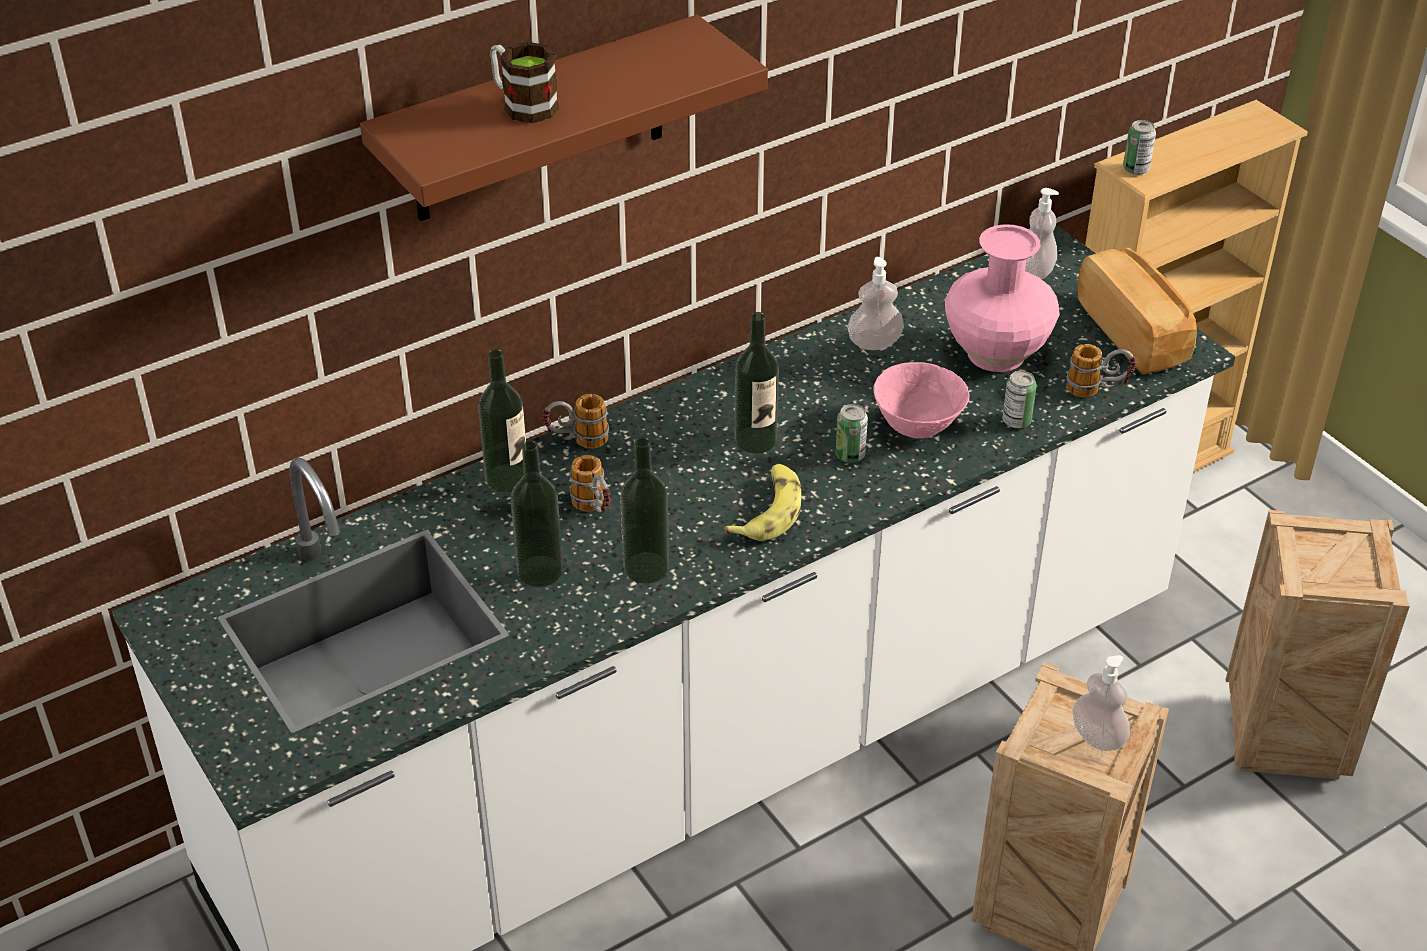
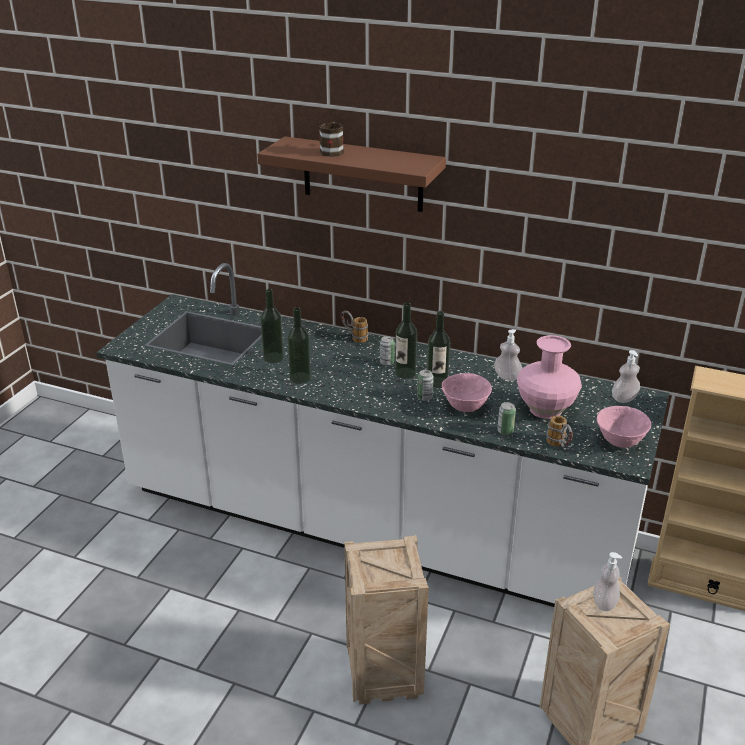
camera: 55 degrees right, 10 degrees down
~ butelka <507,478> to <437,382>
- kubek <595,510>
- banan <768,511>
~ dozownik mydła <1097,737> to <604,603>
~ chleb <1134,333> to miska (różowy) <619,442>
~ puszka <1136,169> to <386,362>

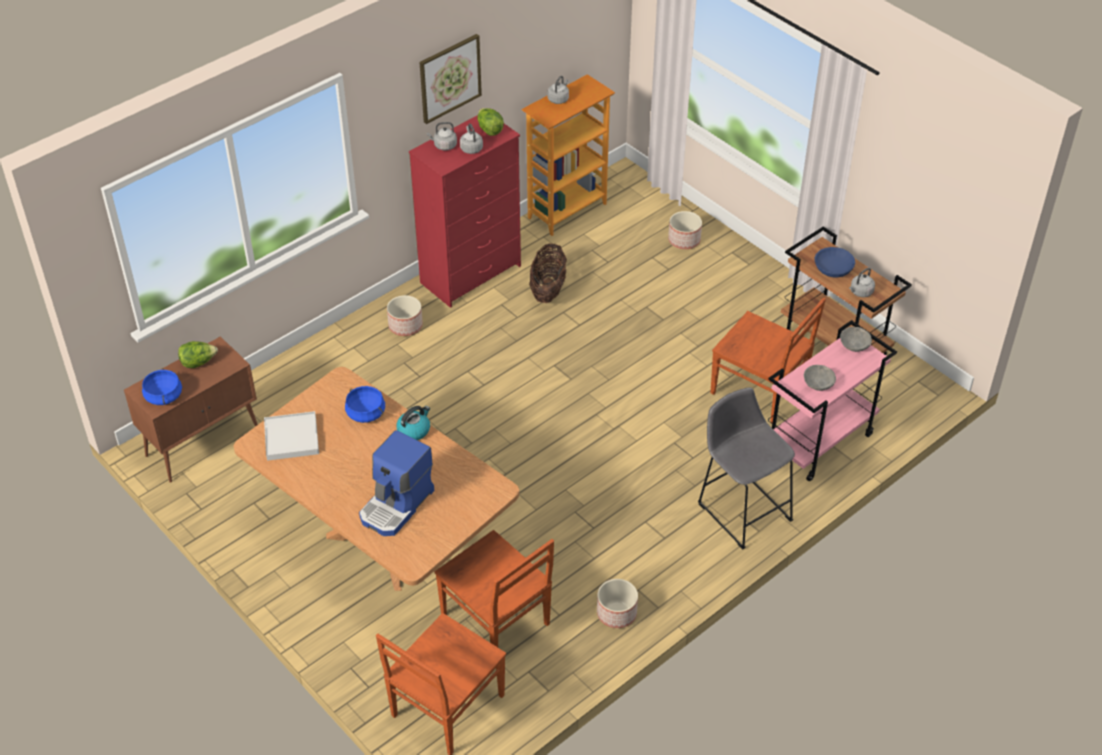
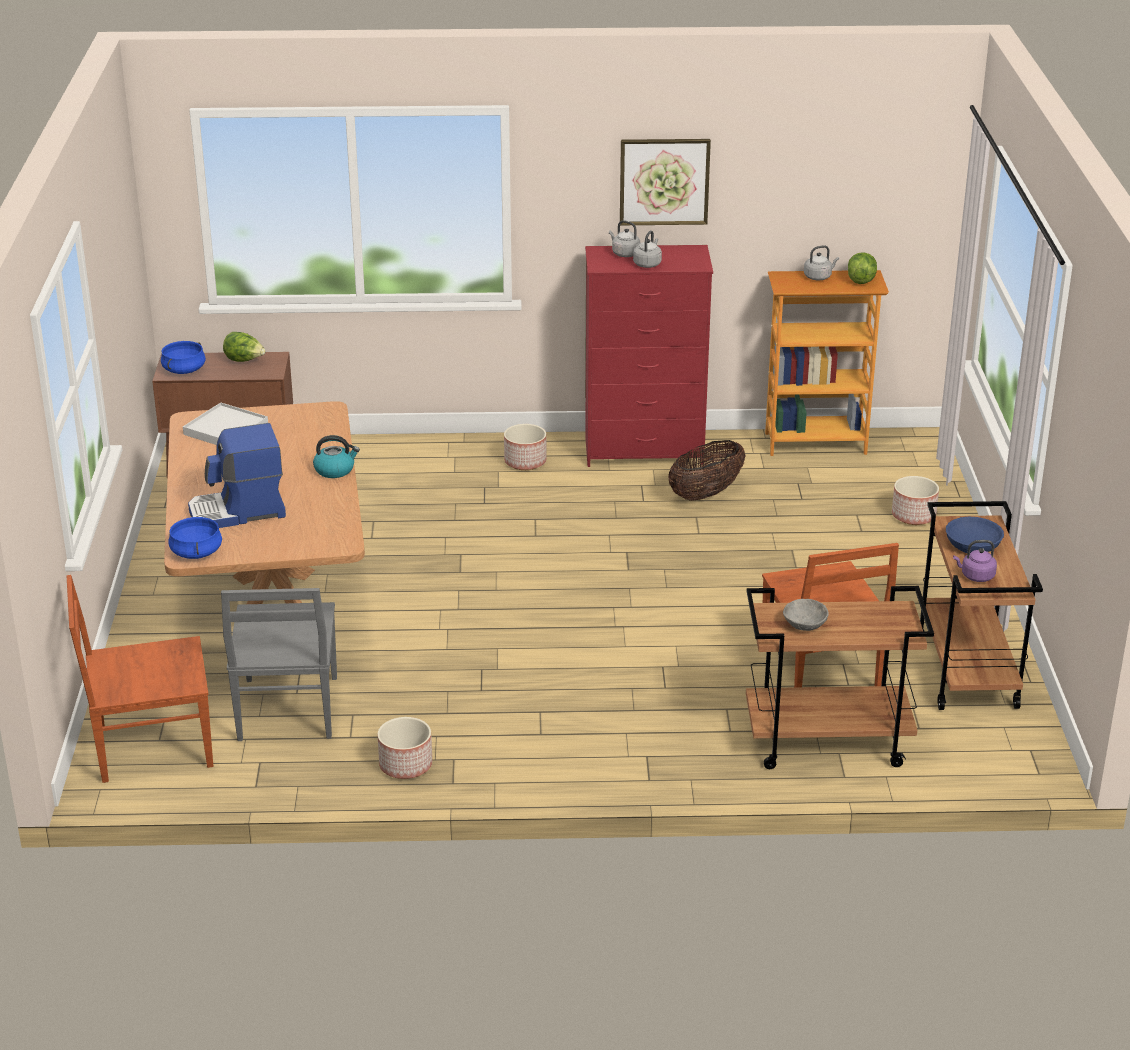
camera: 40 degrees right, 15 degrees down
~ garnek (niebieski) <366,413> to <197,552>
~ krzesło (brązowy) <497,621> to krzesło (szary) <287,710>
~ sałata <489,130> to <861,279>
- stołek (szary) <742,508>
~ wózek (różowy) <818,443> to wózek (brązowy) <826,743>
- miska (szary) <854,345>
~ czajnik (szary) <860,292> to czajnik (fioletowy) <975,576>

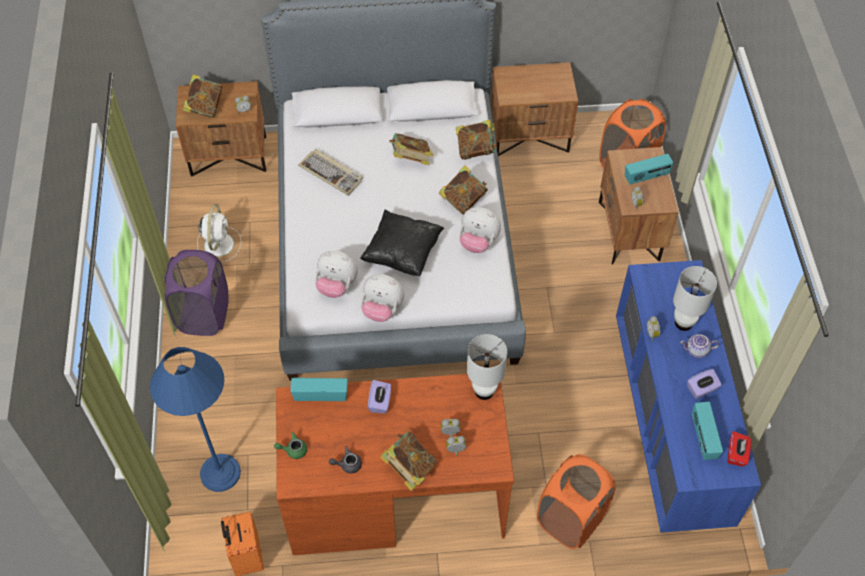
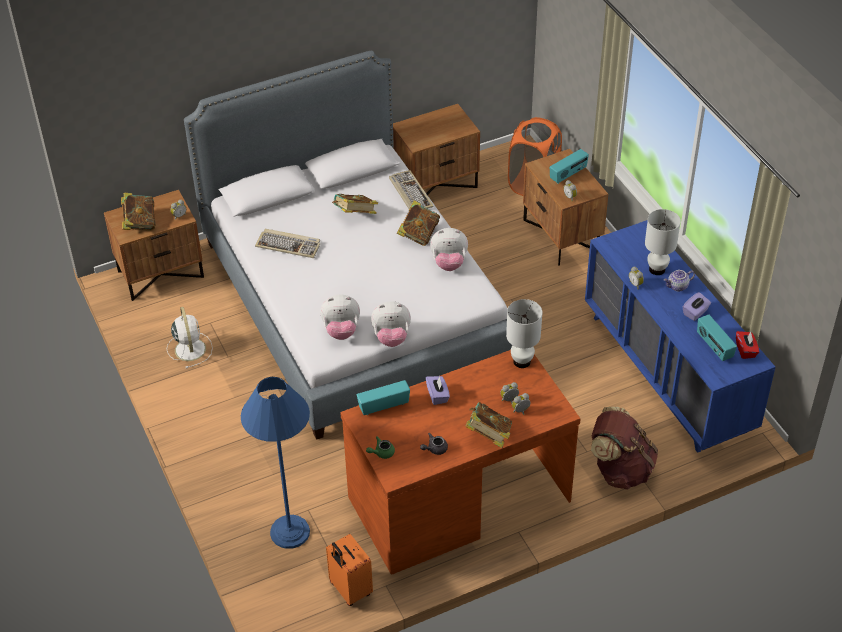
camera: 20 degrees left, 10 degrees down
- kosz na pranie (fioletowy) <203,315>
- poduszka (czarny) <402,253>
~ książka <476,150> to klawiatura <410,193>
~ kosz na pranie (pomarańczowy) <571,519> to plecak (brązowy) <620,469>

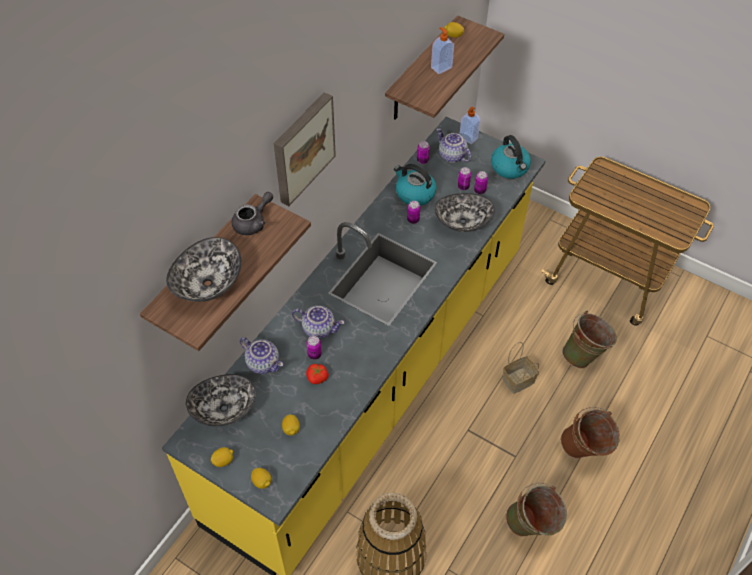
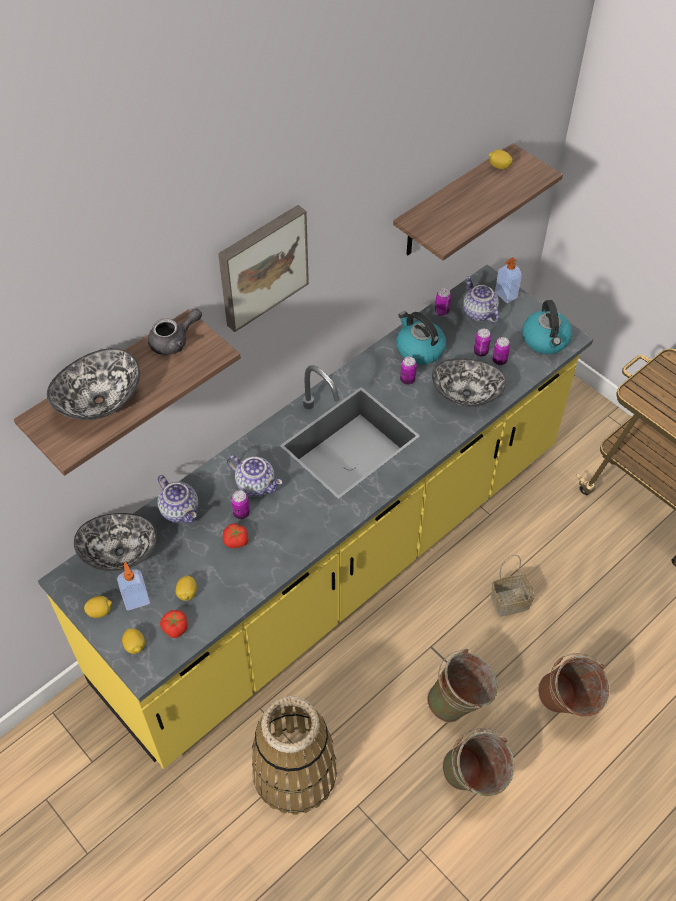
camera: 15 degrees right, 0 degrees up
~ dozownik mydła <441,67> to <136,599>
~ wiadro (zielony) <584,356> to <459,705>
+ pomidor <175,628>

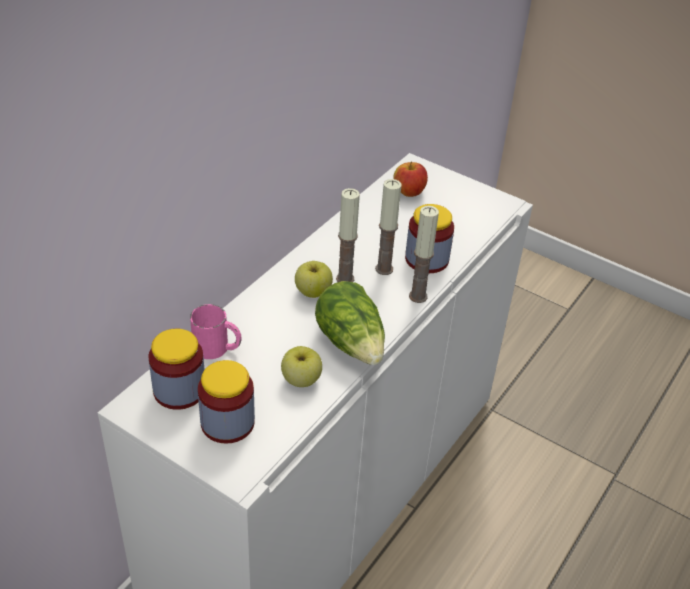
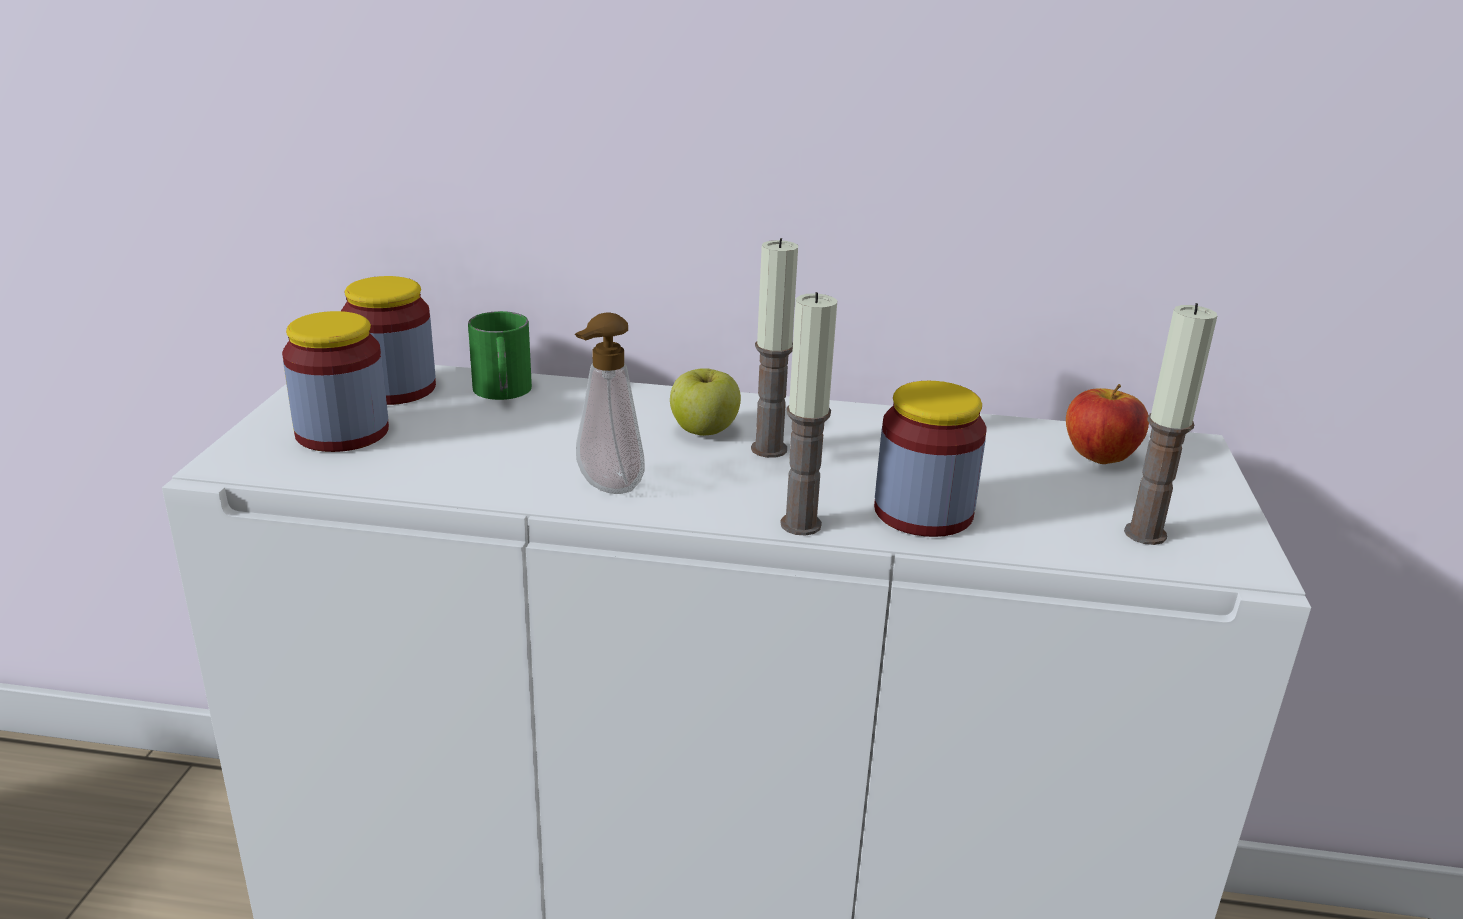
camera: 65 degrees right, 15 degrees down
~ kubek (różowy) <217,348> to kubek (zielony) <503,393>
- jabłko <301,380>
~ sałata <352,343> to dozownik mydła <606,488>
~ świeca <384,269> to <1145,534>

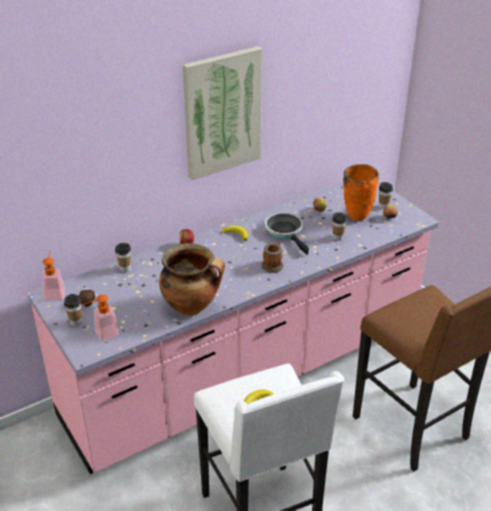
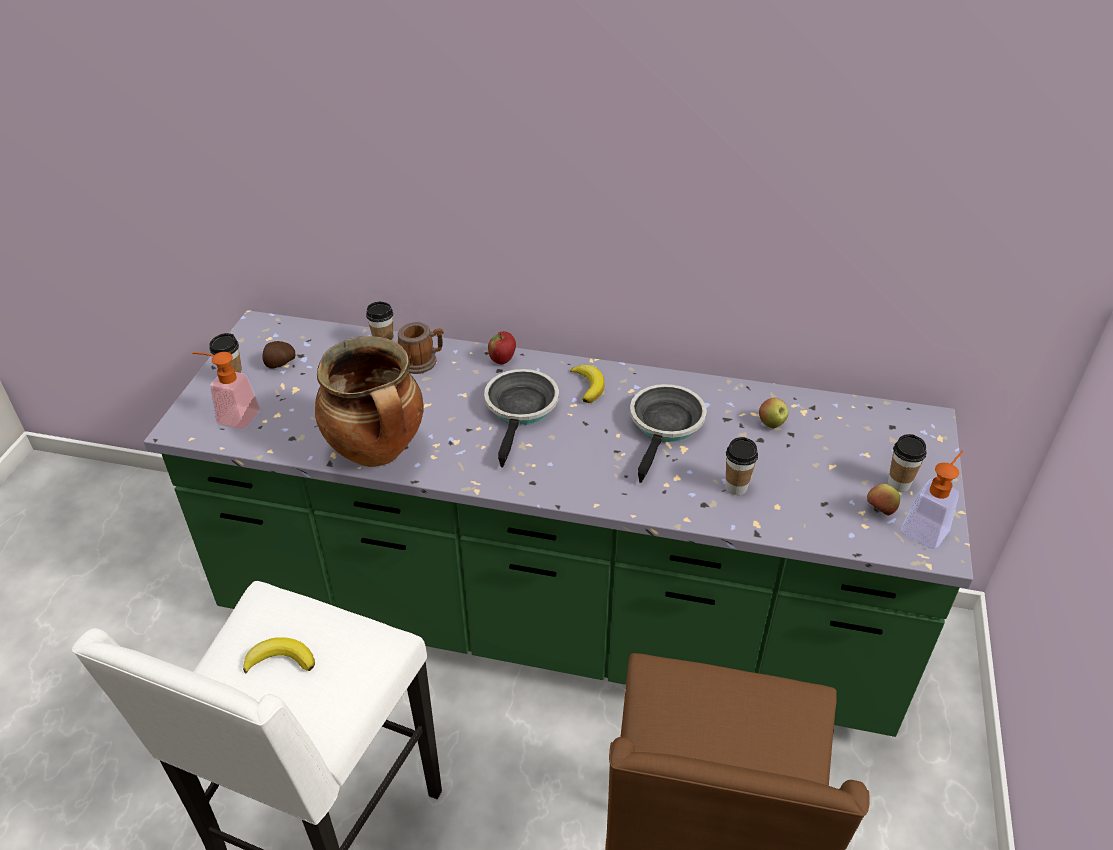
camera: 45 degrees right, 5 degrees up
~ zabudowa kuchenna (różowy) <245,373> to zabudowa kuchenna (zielony) <556,619>
~ dozownik mydła <55,292> to <928,527>
- obraz <222,113>
~ kubek <273,264> to <422,361>
- wazon (pomarańczowy) <356,218>
+ patelnia <521,410>

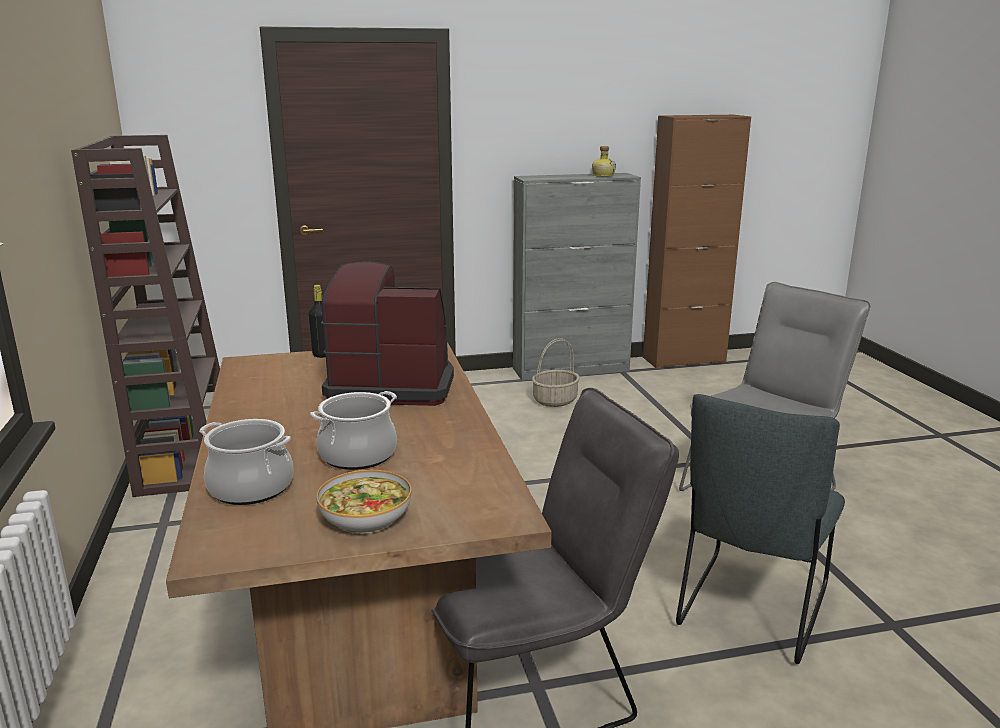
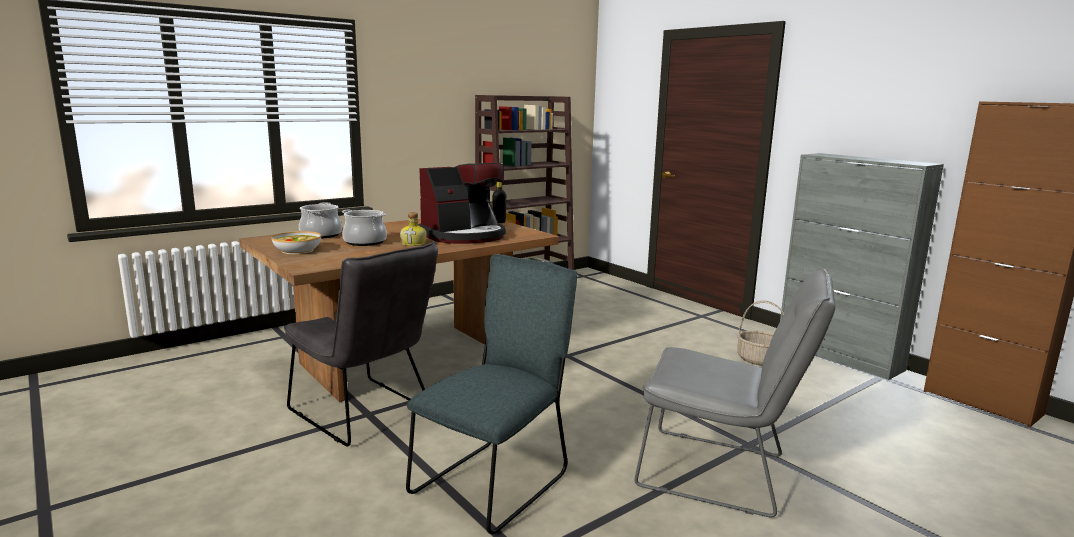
camera: 65 degrees right, 5 degrees down
~ ekspres do kawy <391,386> = <464,236> 75 degrees clockwise
~ butelka <603,175> to <414,244>
~ krzesło (szary) <750,611> = <495,481> 120 degrees clockwise

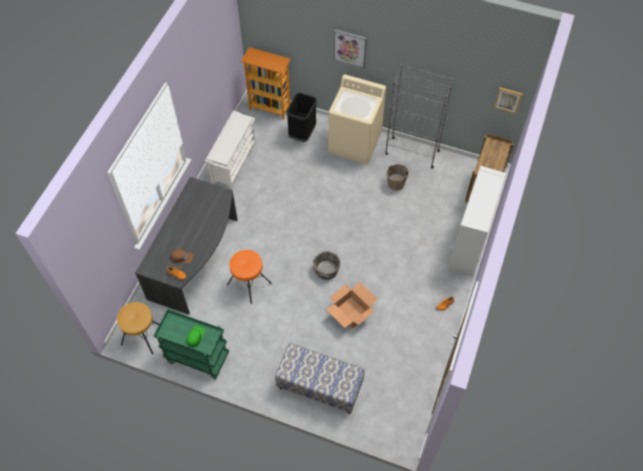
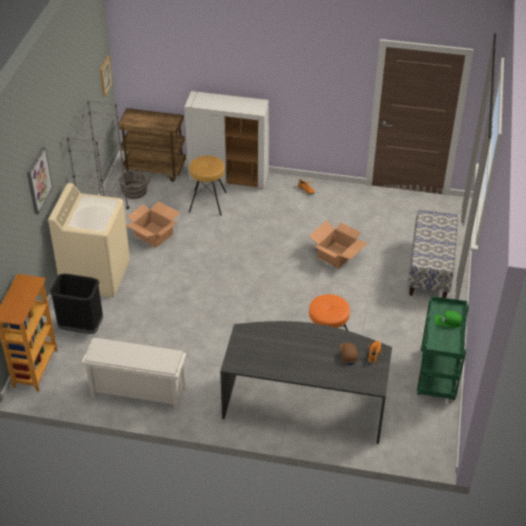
camera: 100 degrees left, 15 degrees down
~ stołek (brązowy) <143,336> to <208,202>
~ wiadro (szary) <326,271> to <136,191>
~ wiadro (brązowy) <397,183> to karton <154,234>

